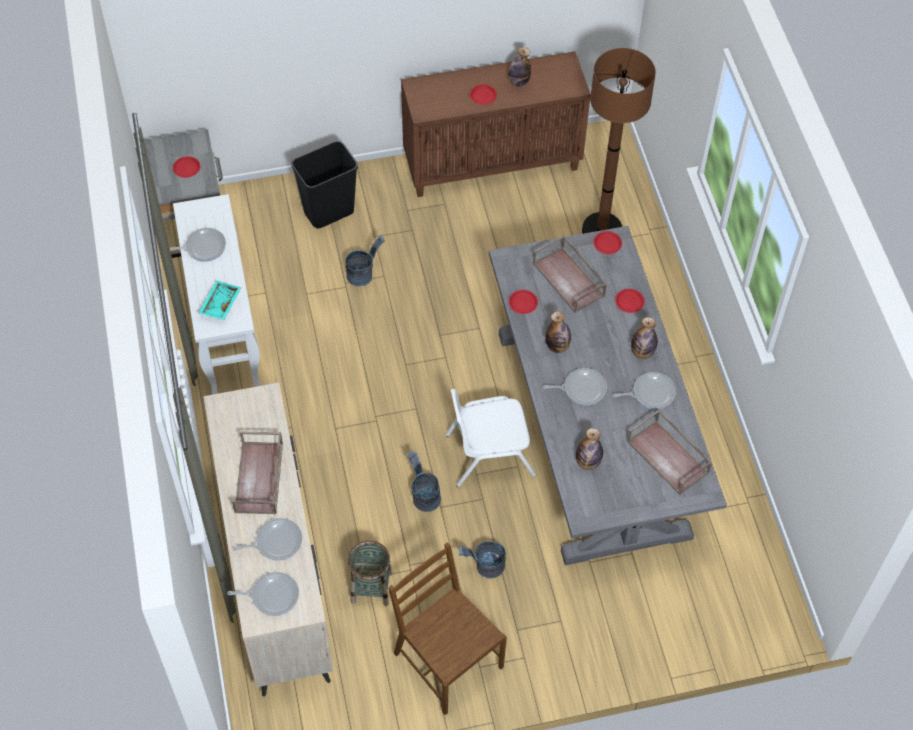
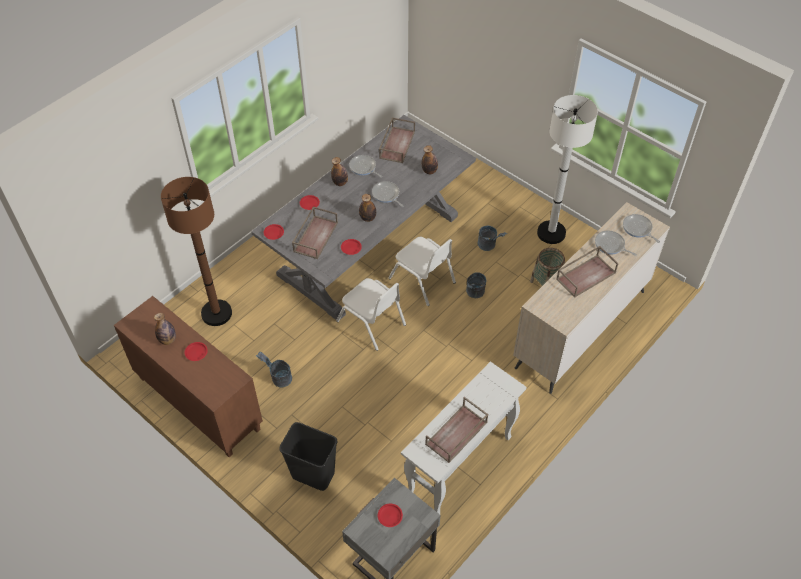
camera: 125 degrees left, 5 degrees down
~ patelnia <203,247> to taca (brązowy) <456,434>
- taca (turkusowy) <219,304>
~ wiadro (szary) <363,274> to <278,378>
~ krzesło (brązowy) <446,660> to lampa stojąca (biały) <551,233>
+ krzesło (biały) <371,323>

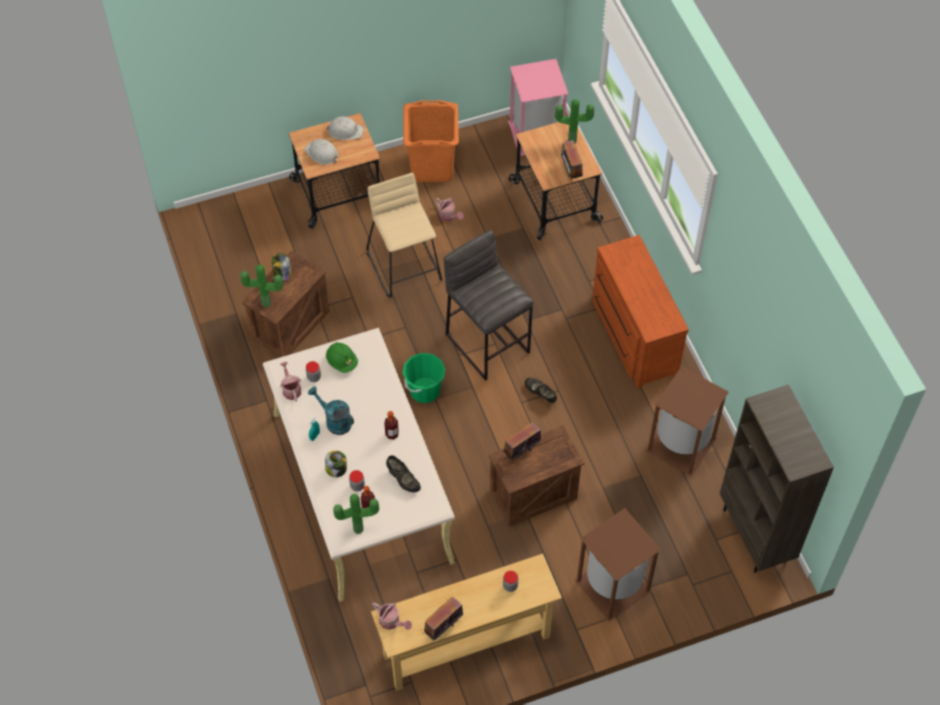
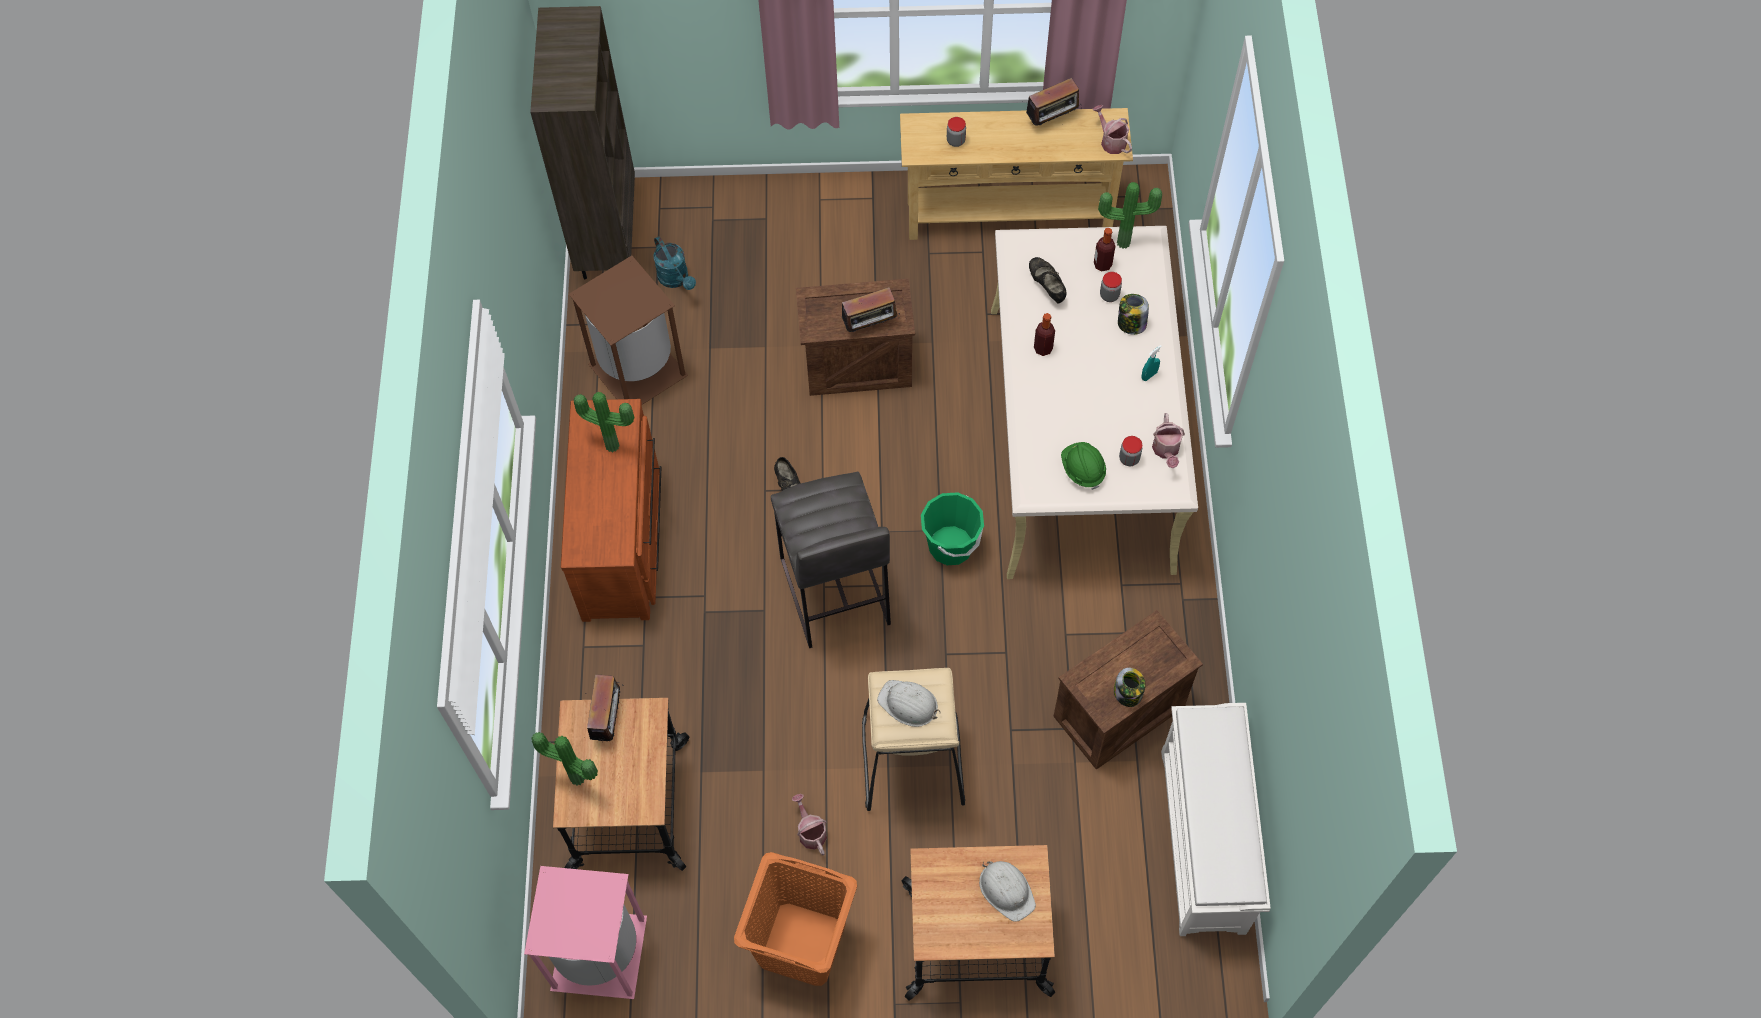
camera: 160 degrees left, 5 degrees up
~ roślina doniczkowa <266,305> to <613,443>
~ konewka (turkusowy) <334,421> to <676,279>
~ kask (biały) <345,131> to <908,704>
- kosz na śmieci (brązowy) <611,585>
+ regał na buty (biały) <1204,842>

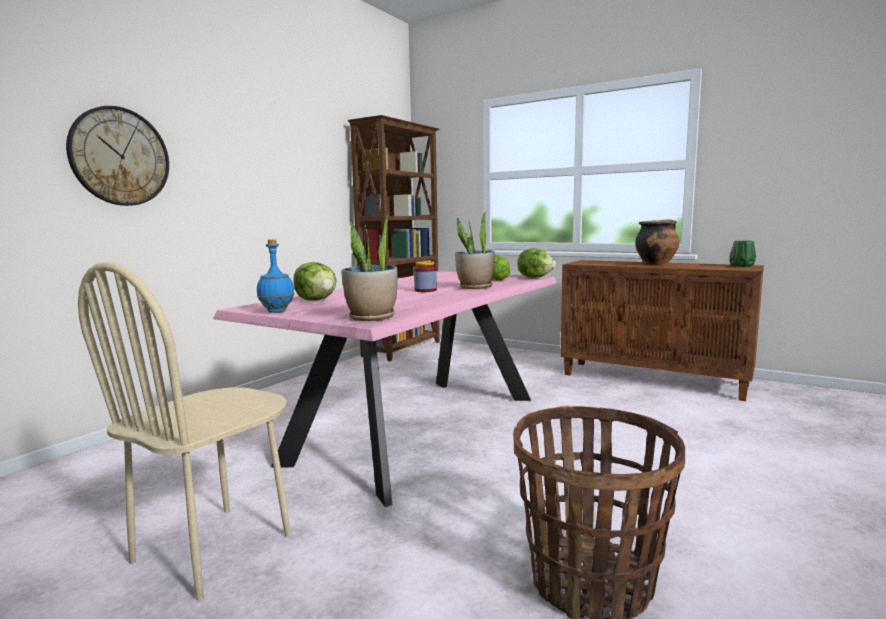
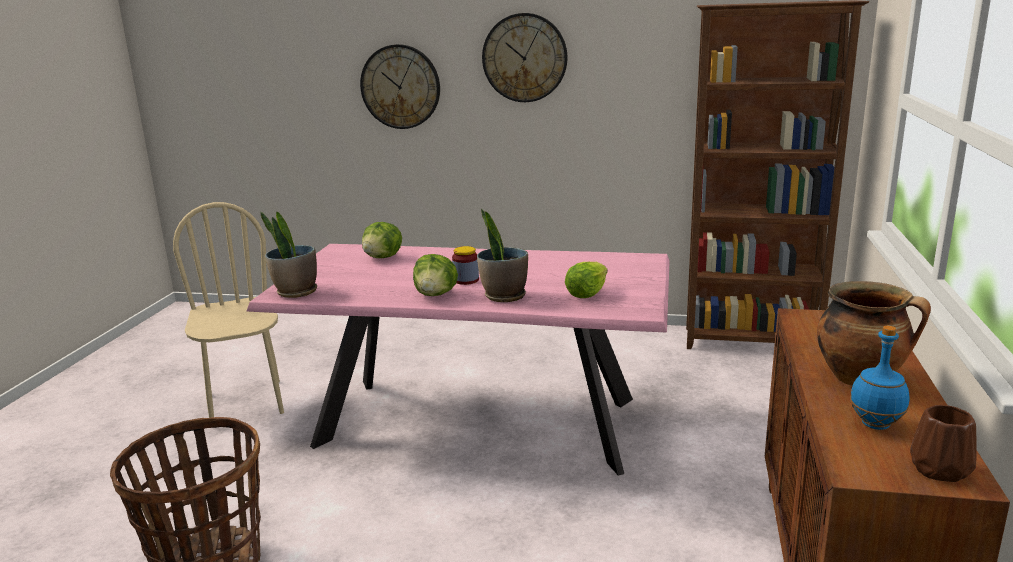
camera: 70 degrees right, 10 degrees up
~ krzesło (beżowy) <213,548> = <245,403> 60 degrees clockwise
~ butelka (niebieski) <277,311> to <876,424>
~ sałata <535,277> to <436,295>
~ wazon (zielony) <742,266> to wazon (brązowy) <940,470>
+ zegar ścienny <524,58>

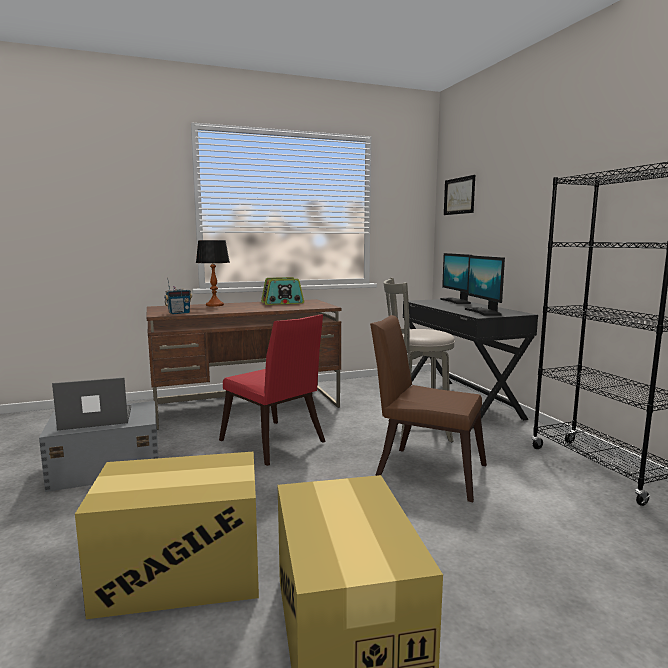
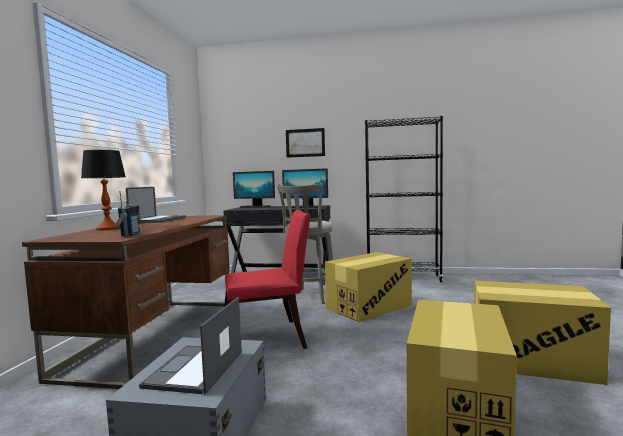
camera: 60 degrees left, 5 degrees down
~ radio <282,302> to laptop <158,220>
~ krzesło (brązowy) <424,470> to karton <368,307>
~ obraz <459,196> to <305,143>

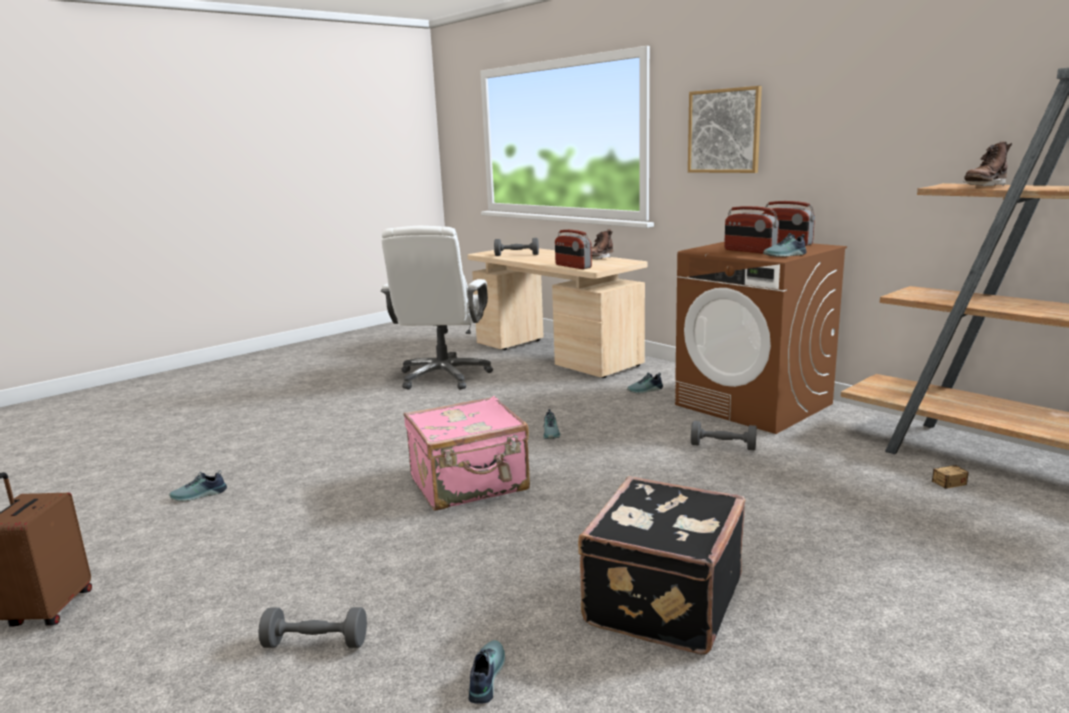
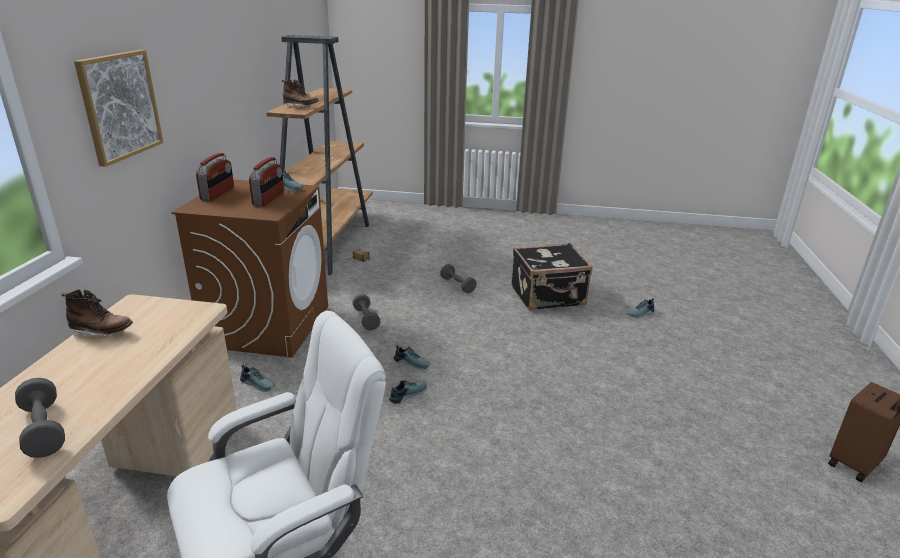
camera: 130 degrees left, 10 degrees up
~ but <199,495> to <412,362>
~ hantel (szary) <316,643> to <457,285>
- walizka (różowy) <470,485>
- radio <573,266>

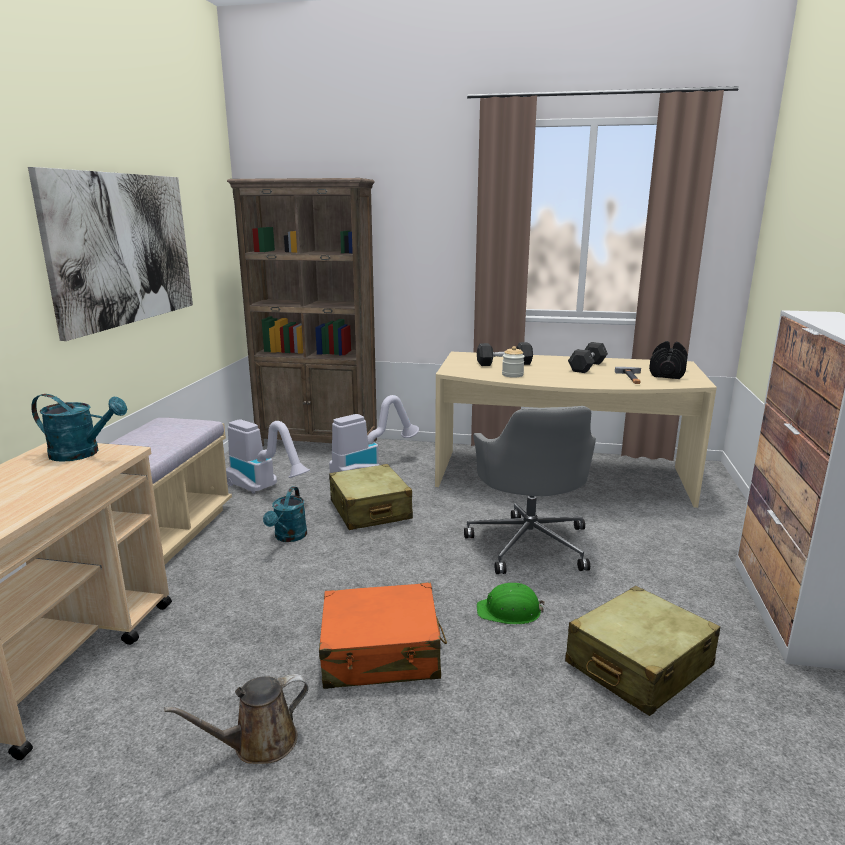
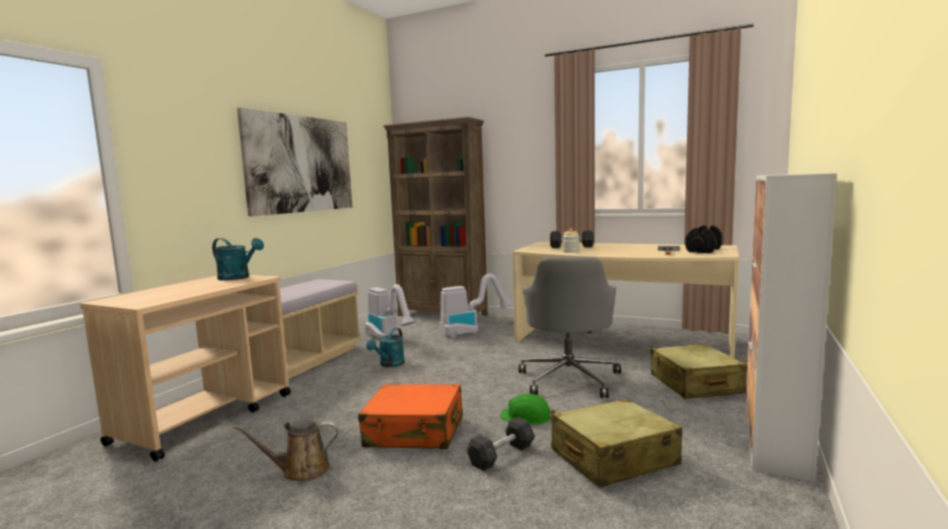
camera: 15 degrees right, 10 degrees down
~ walizka (beżowy) <370,510> to <695,384>
~ hantel (szary) <587,367> to <501,455>

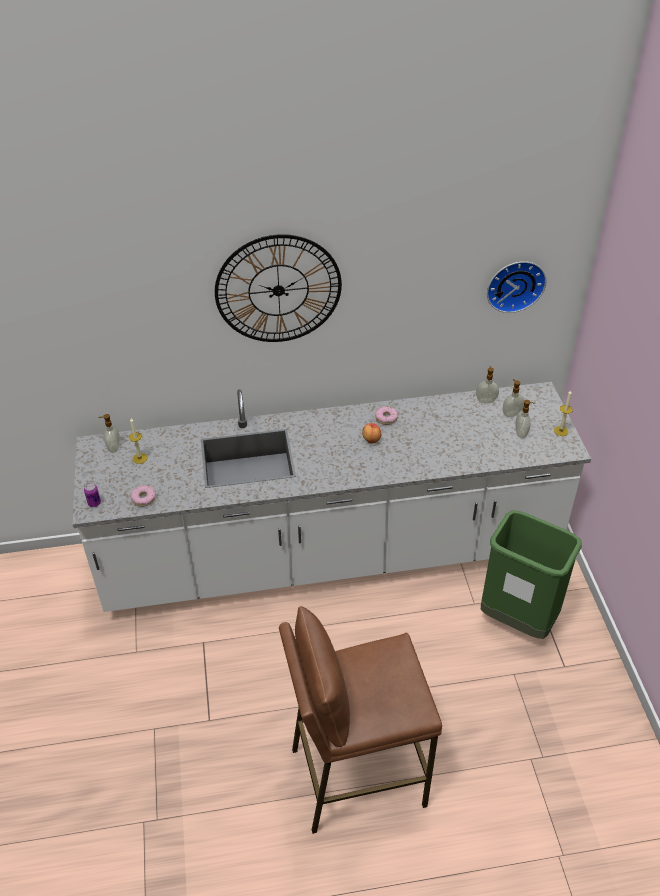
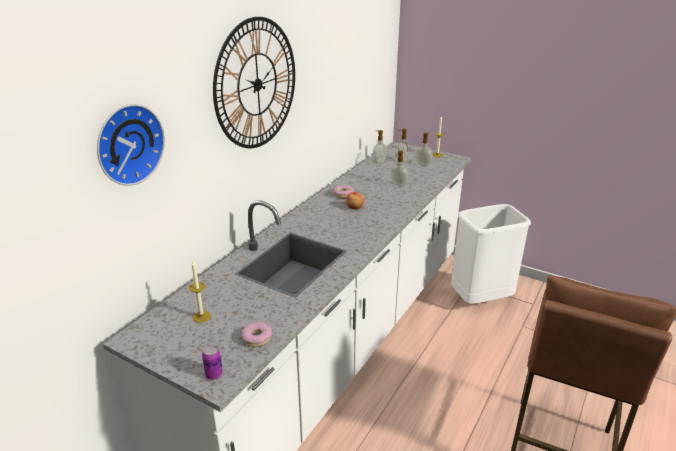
camera: 50 degrees left, 15 degrees down
~ dozownik mydła <113,447> to <398,184>
~ kosz na śmieci (zielony) <518,619> to kosz na śmieci (biały) <480,300>
~ zegar ścienny <514,284> to <127,144>

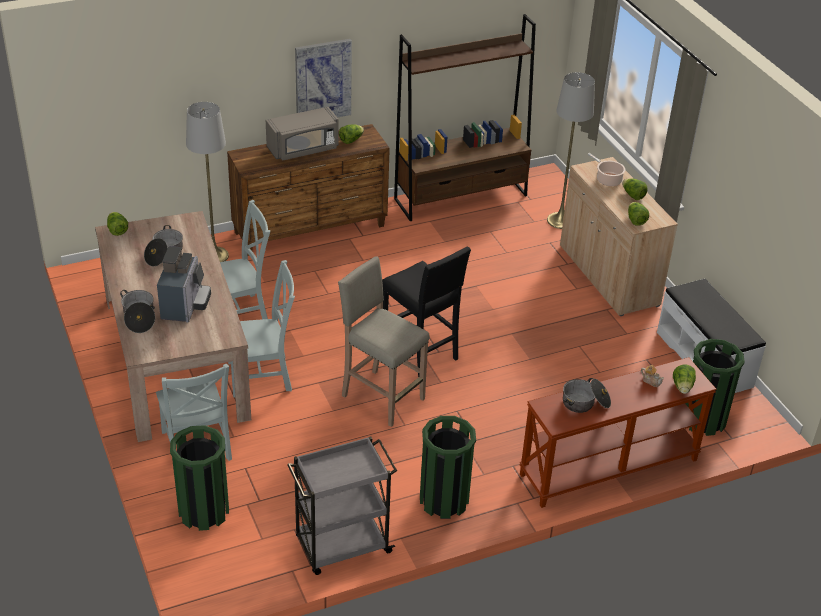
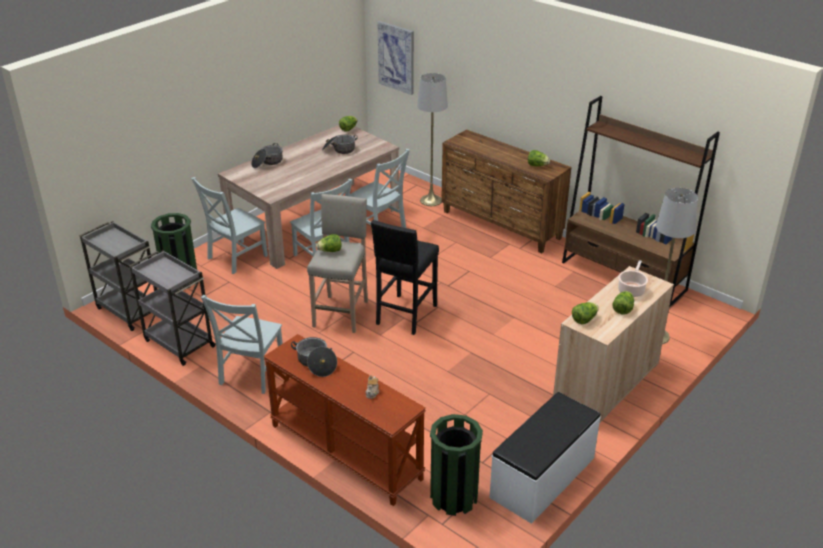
camera: 65 degrees right, 5 degrees down
- ekspres do kawy <185,305>
- mikrofalówka (szary) <303,149>
~ obraz <323,81> to <396,57>
~ kosz na śmieci (zielony) <444,500> to krzesło (szary) <250,374>
~ sałata <682,387> to <330,251>
+ wózek (szary) <128,310>

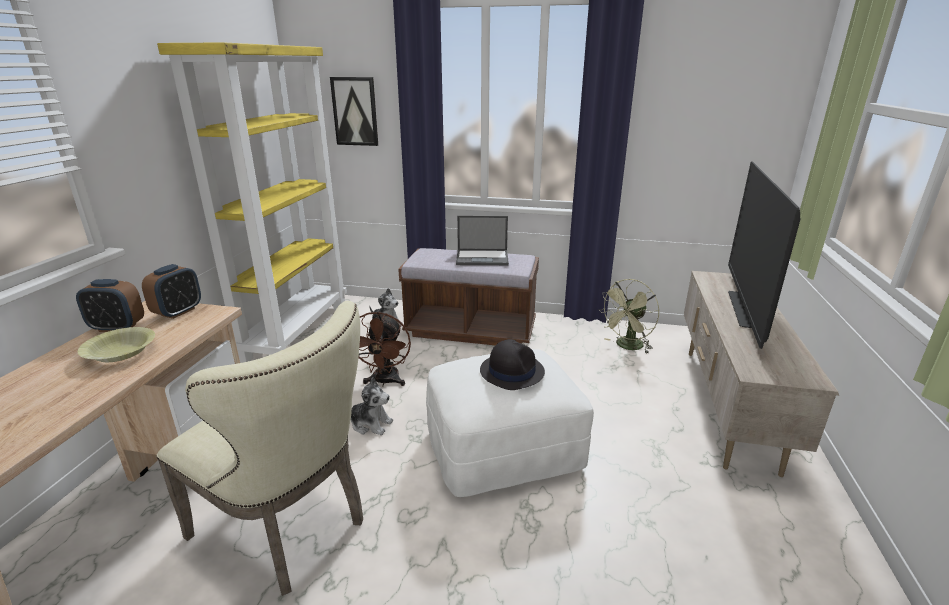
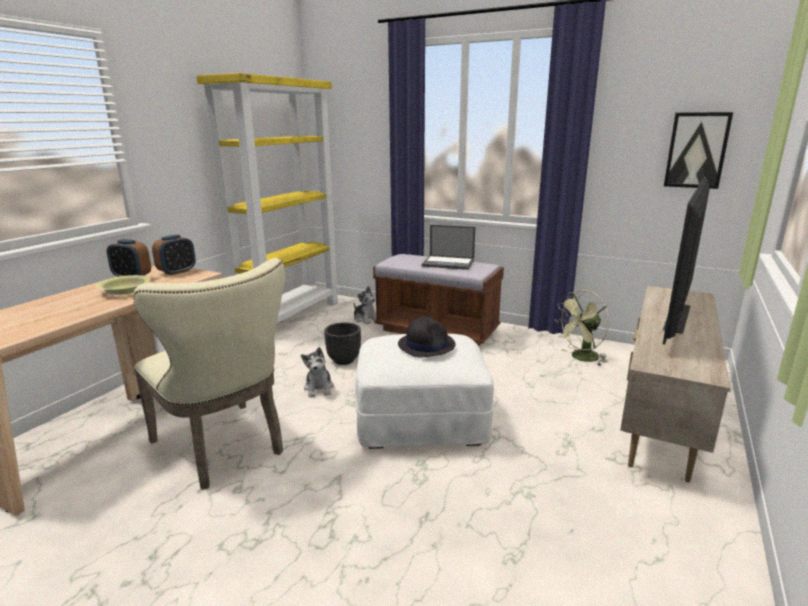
camera: 15 degrees right, 5 degrees down
~ obraz <355,111> to <696,150>
~ pluszak <370,424> = <319,388> 45 degrees clockwise
~ wentylator (brązowy) <384,382> to donica (czarny) <344,360>

